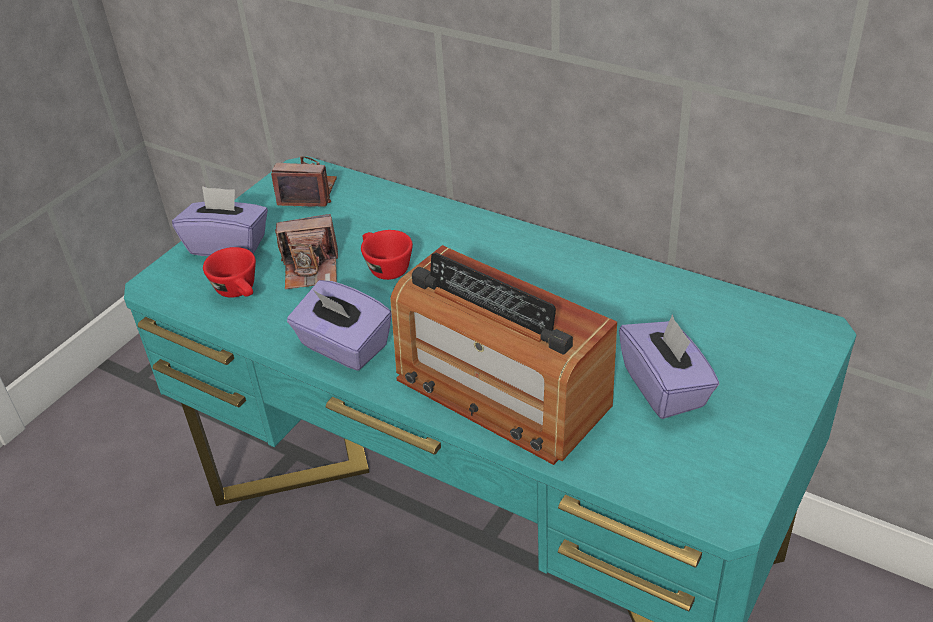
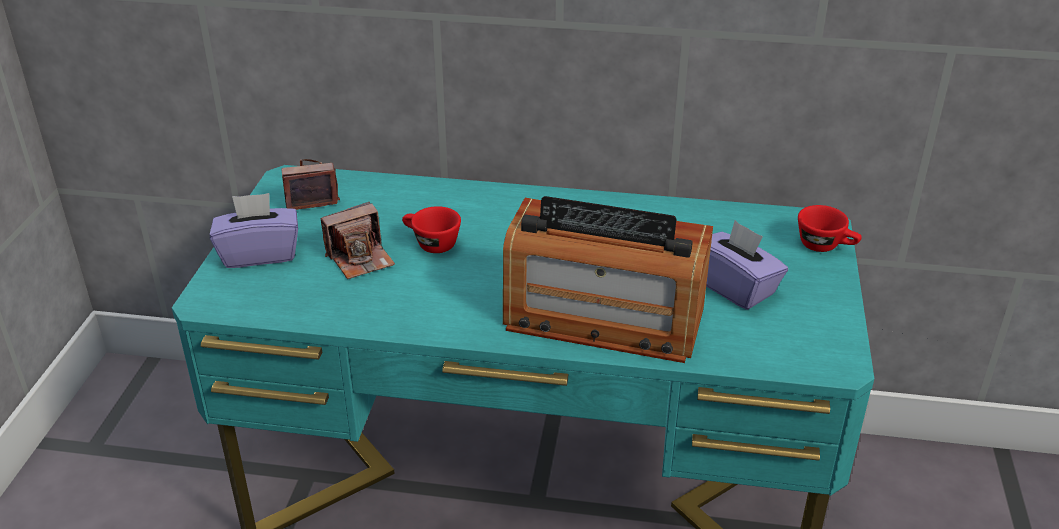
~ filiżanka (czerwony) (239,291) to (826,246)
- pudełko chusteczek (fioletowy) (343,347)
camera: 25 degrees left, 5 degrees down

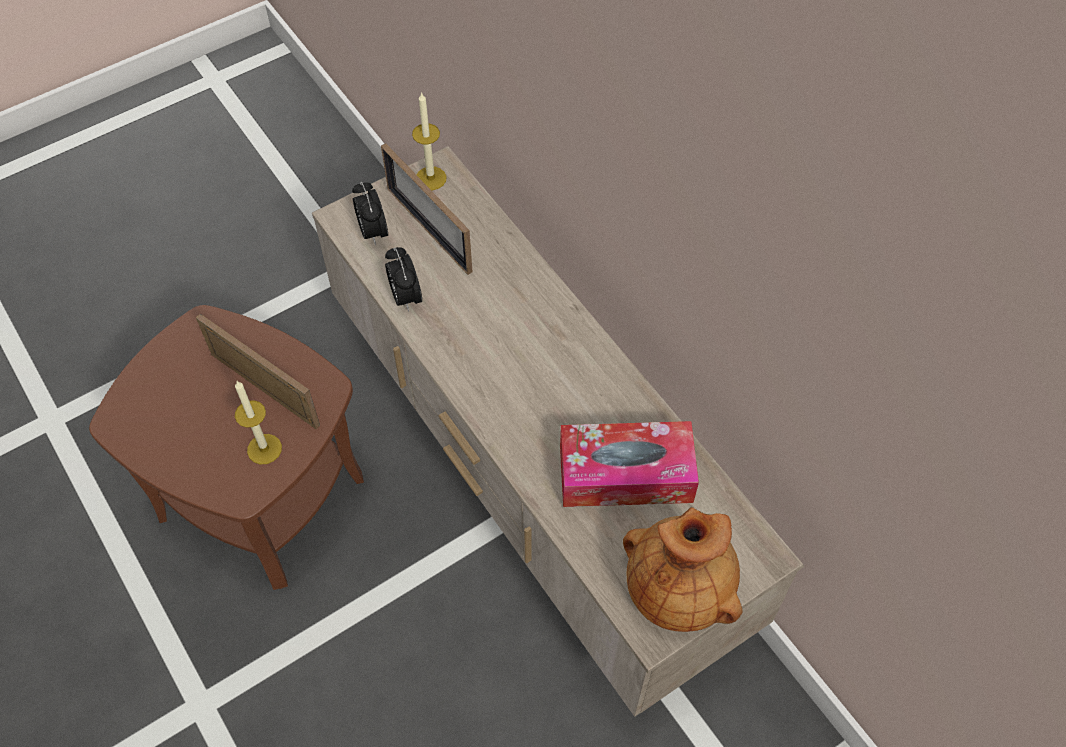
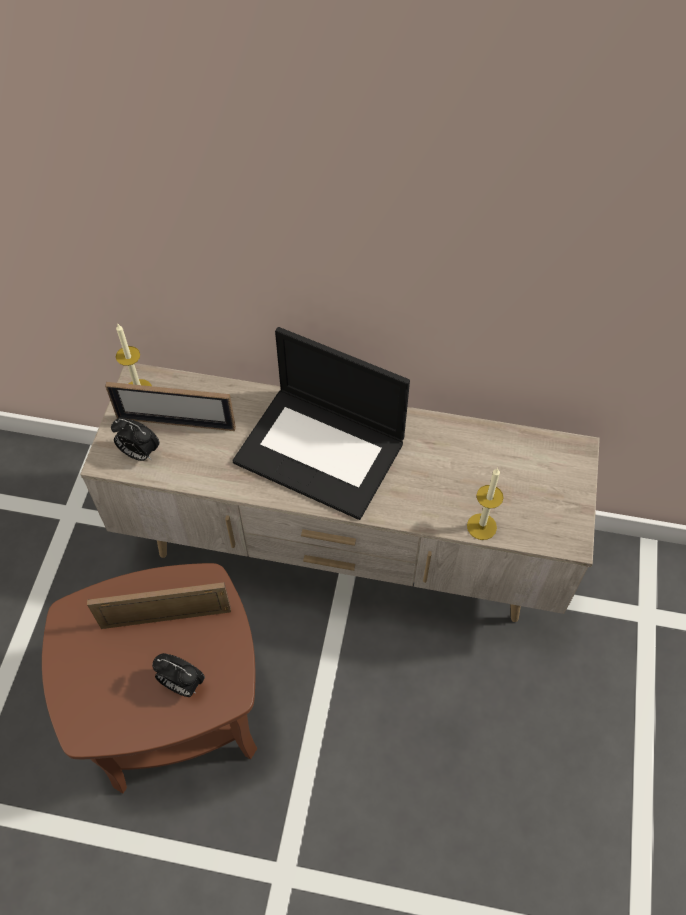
~ budzik (405,297) to (182,684)
~ świeca (264,449) to (481,526)
- pudełko chusteczek (625,474)
- wazon (brązowy) (678,590)
+ laptop (322,451)
camera: 45 degrees left, 0 degrees up

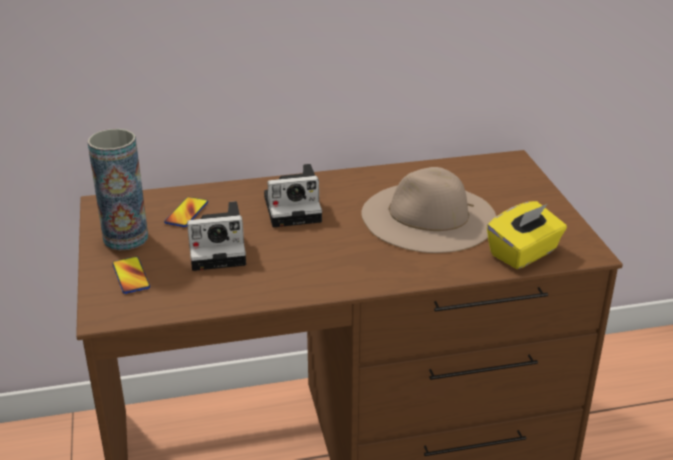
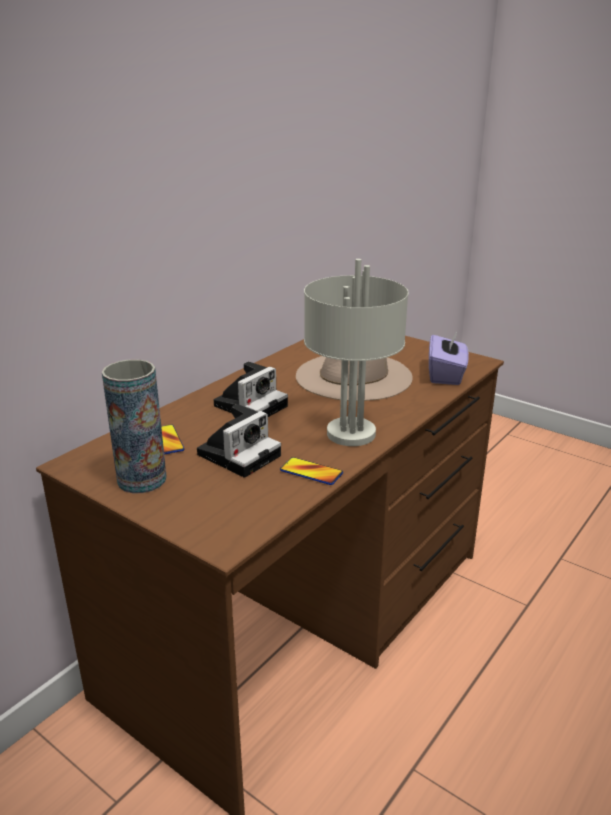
~ pudełko chusteczek (żółty) (524,253) to pudełko chusteczek (fioletowy) (446,375)
~ telefon (131,276) to (311,472)
+ lampa stołowa (szary) (349,433)
camera: 40 degrees left, 5 degrees down

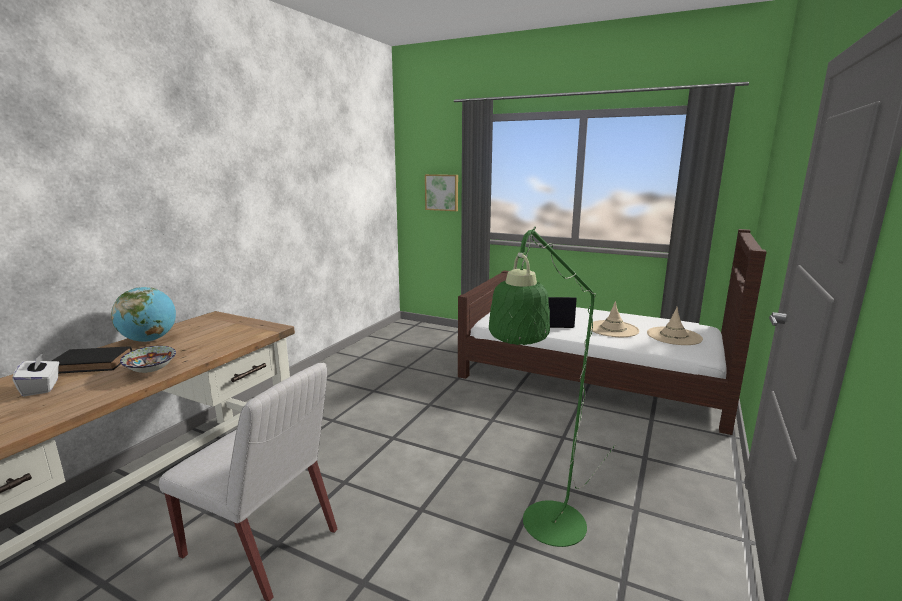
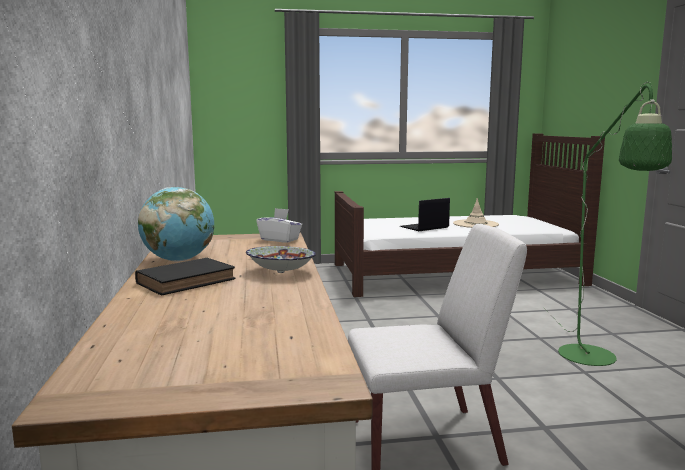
- obraz (442,192)
- kapelusz (beżowy) (674,336)
~ pudełko chusteczek (biały) (42,387) to (280,239)
camera: 35 degrees left, 5 degrees down

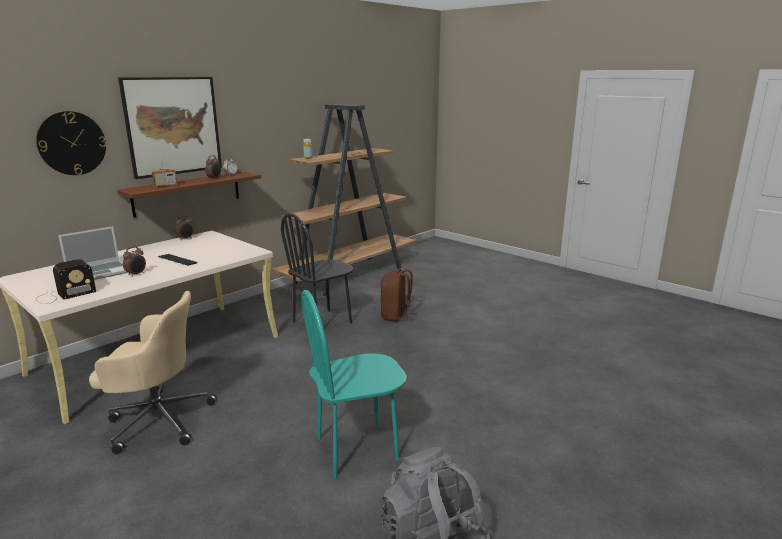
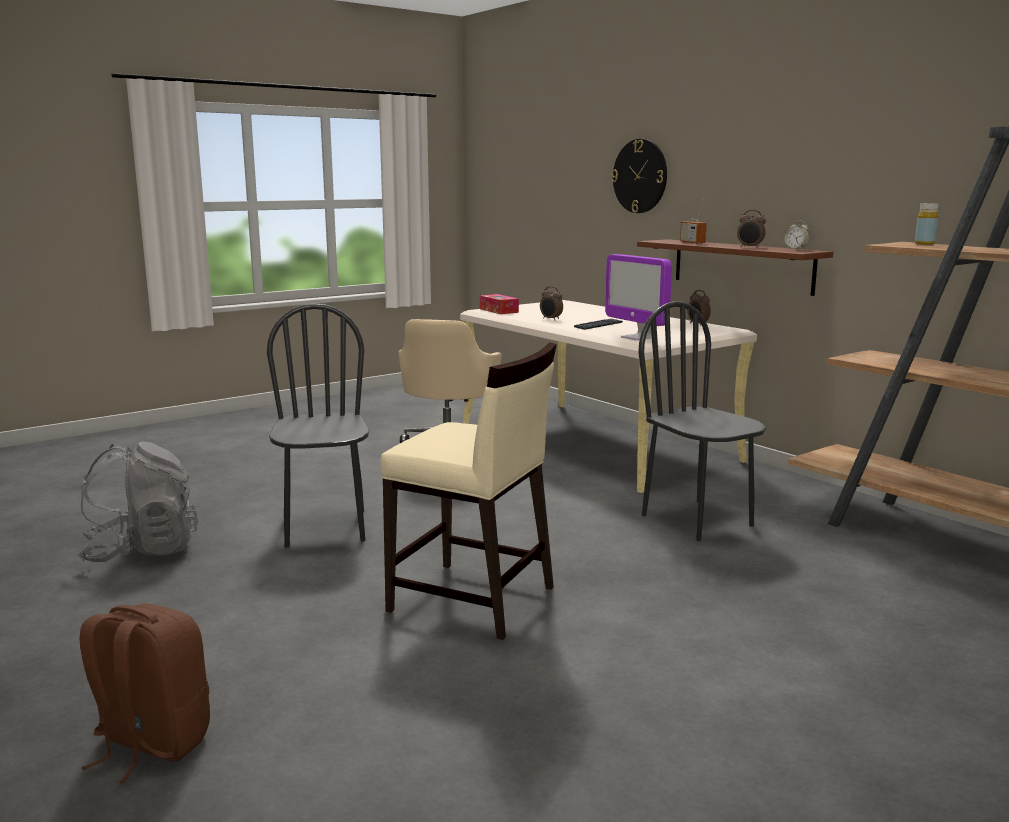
- obraz (173,126)
- laptop (99,272)
~ radio (64,295) to pudełko chusteczek (499,310)
~ plecak (brązowy) (396,316) to (150,744)
~ krzesło (turkusowy) (357,449) to krzesło (czarny) (325,528)
+ monitor (637,337)
+ krzesło (beżowy) (473,600)
camera: 100 degrees right, 5 degrees down

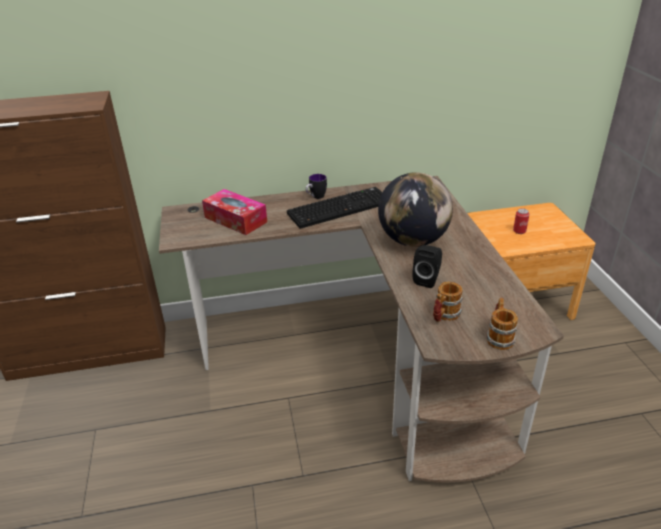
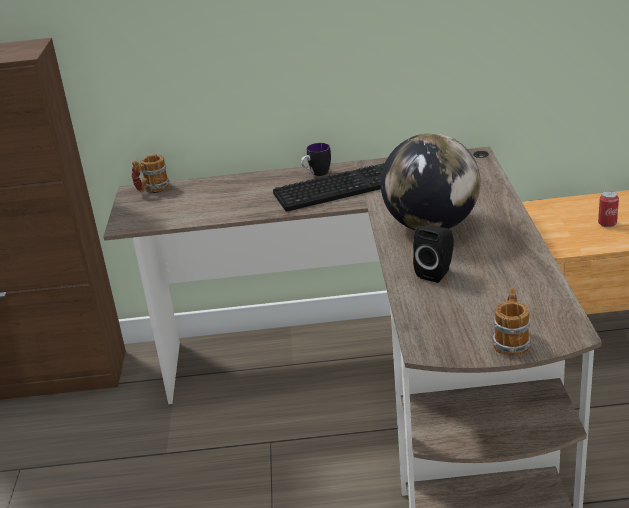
- pudełko chusteczek (235,220)
~ kubek (444,316) to (152,188)
camera: 10 degrees right, 5 degrees down

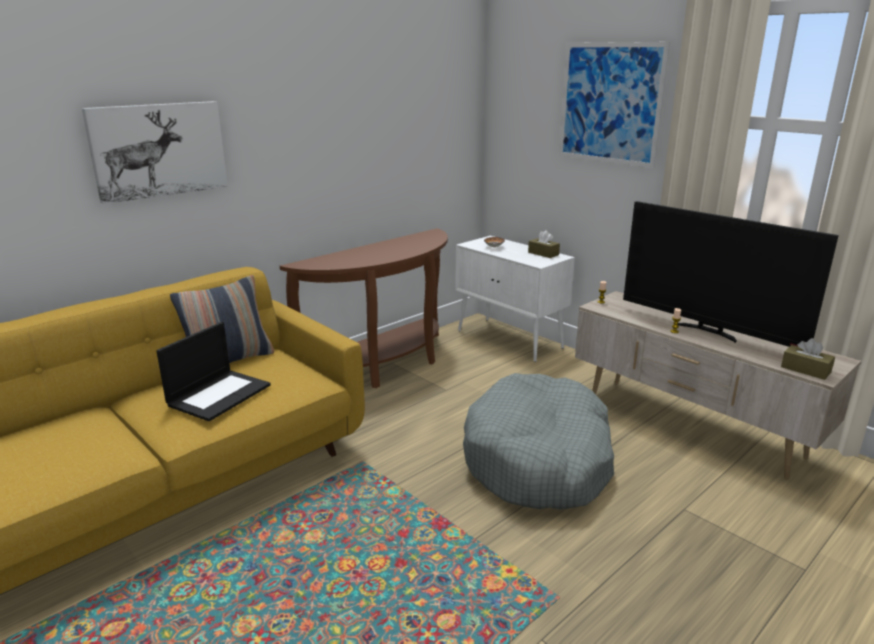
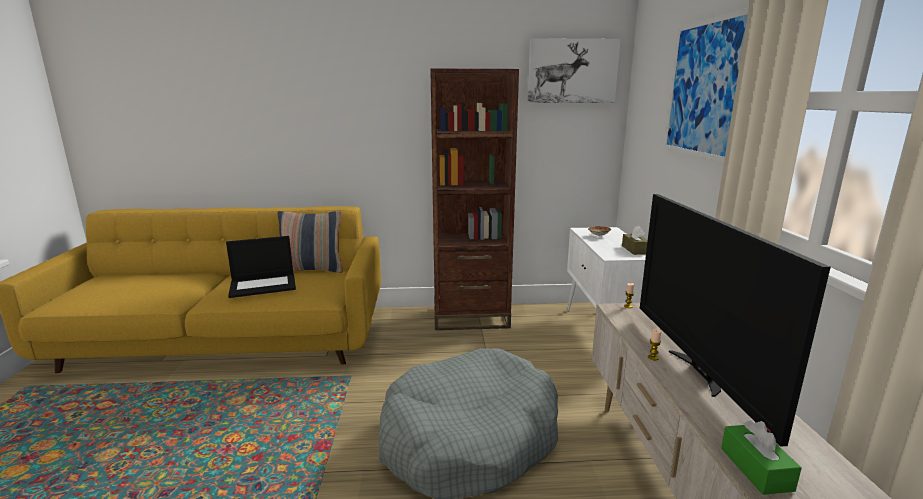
~ obraz (158,150) to (572,71)
~ stolik konsolowy (brązowy) (386,366) to regał (brązowy) (471,318)
~ pudełko chusteczek (brązowy) (805,369) to pudełko chusteczek (zielony) (756,469)
camera: 40 degrees right, 5 degrees down

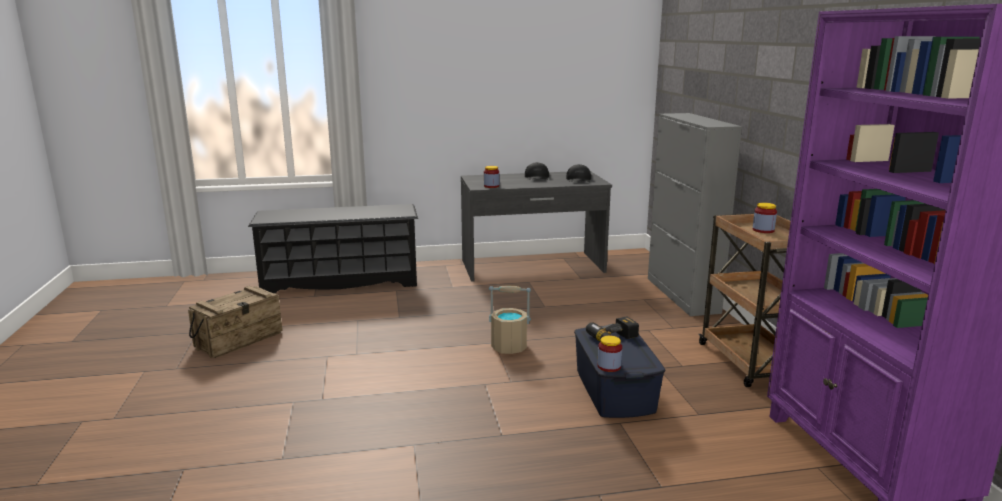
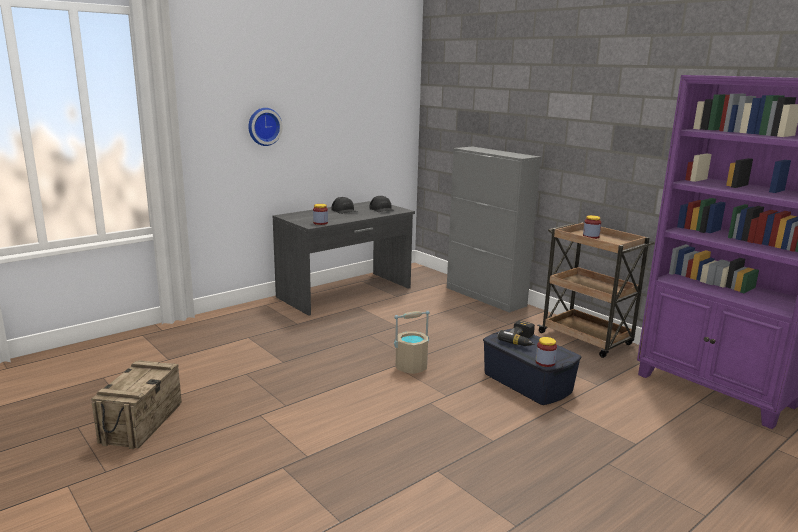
- regał na buty (czarny) (341,282)
+ zegar ścienny (264,126)
camera: 30 degrees left, 0 degrees up

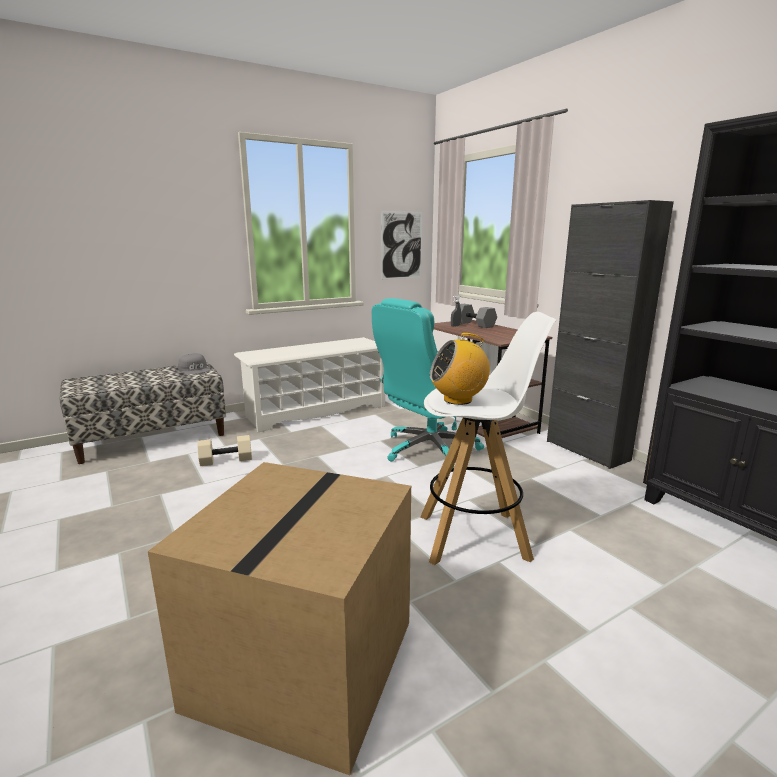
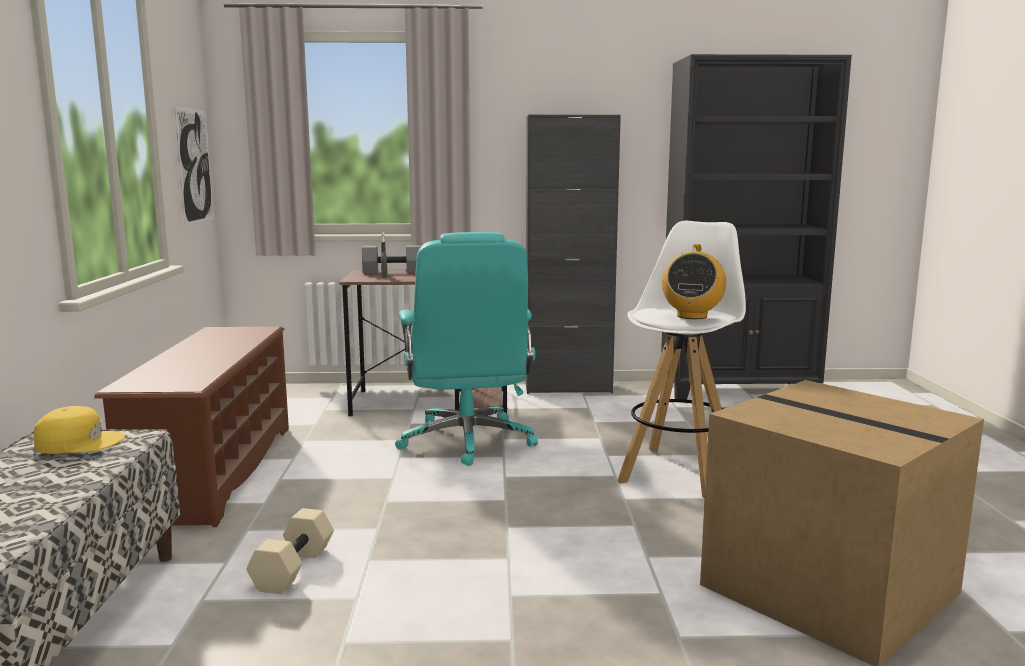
~ regał na buty (biały) (316,411) to regał na buty (brązowy) (214,471)
~ czapka z daszkiem (szary) (195,369) to czapka z daszkiem (żółty) (79,442)
camera: 60 degrees left, 5 degrees down

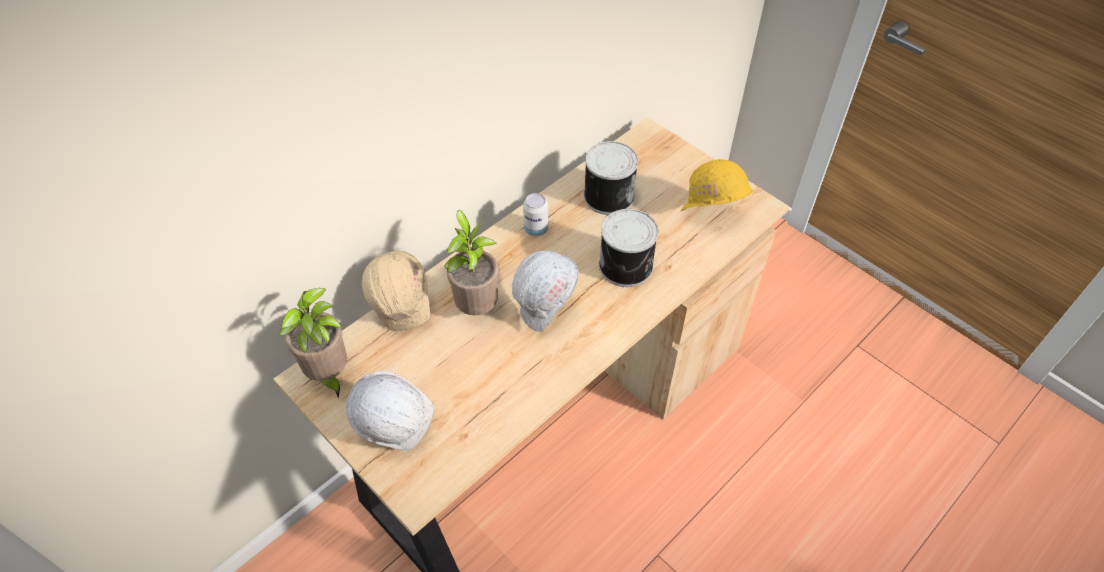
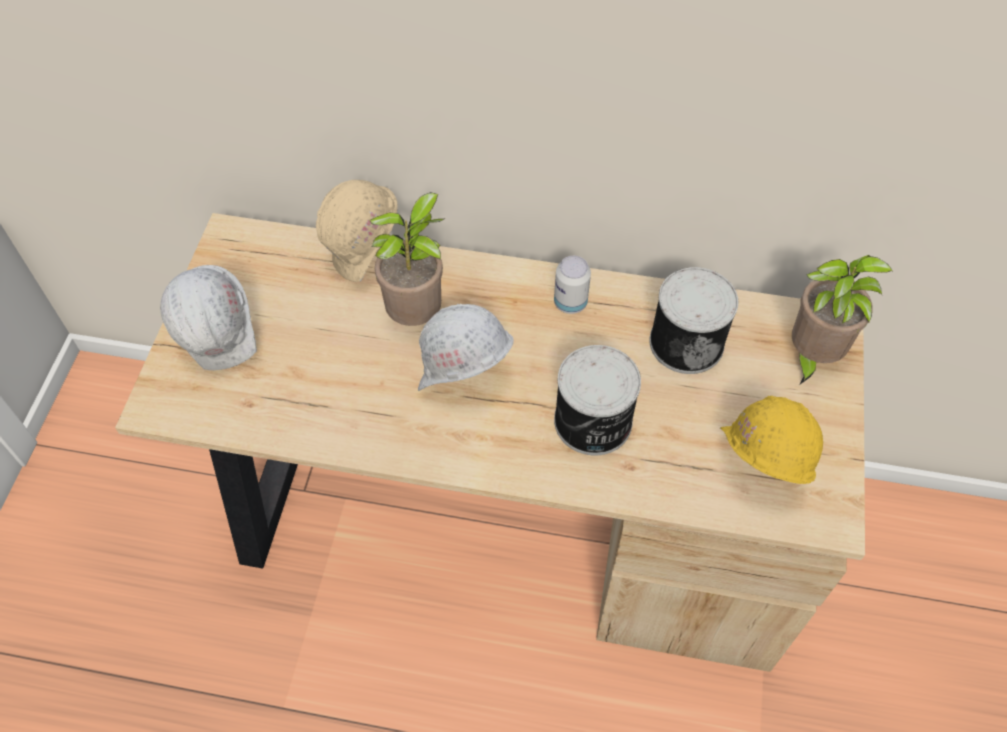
~ roślina doniczkowa (328,375) to (811,356)
camera: 55 degrees right, 5 degrees up

